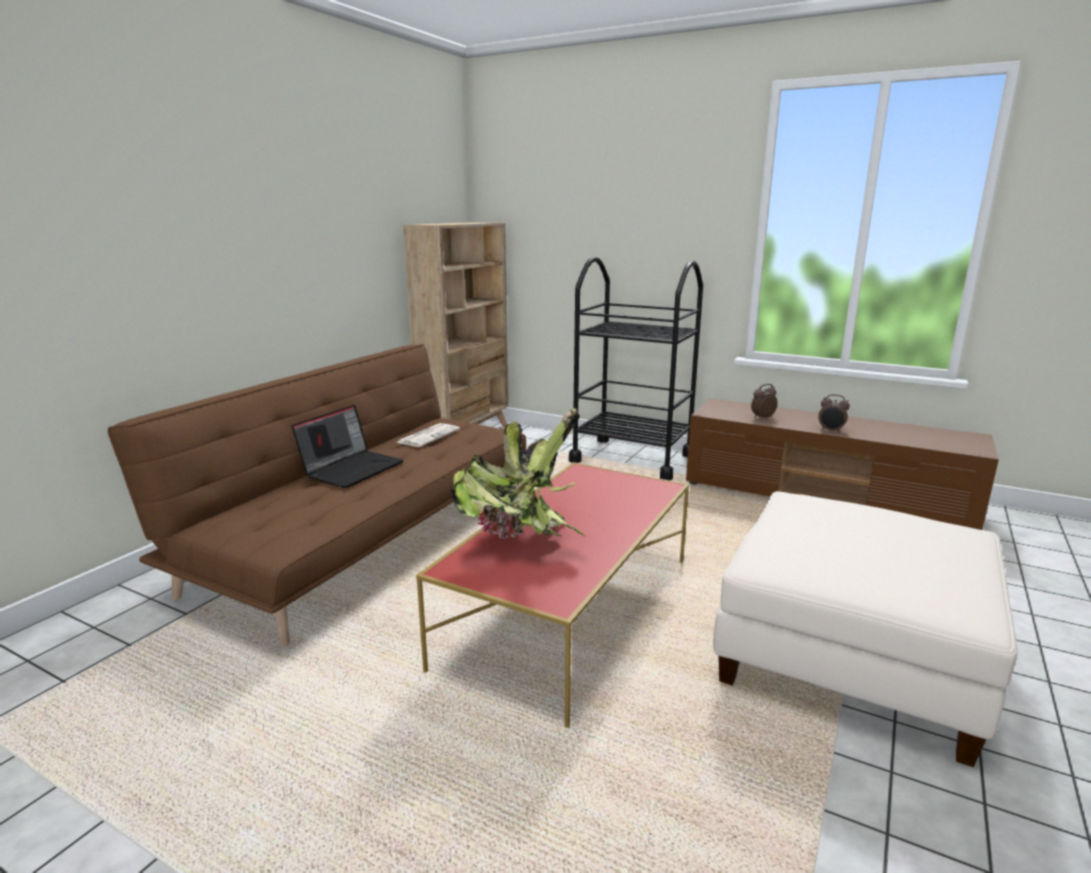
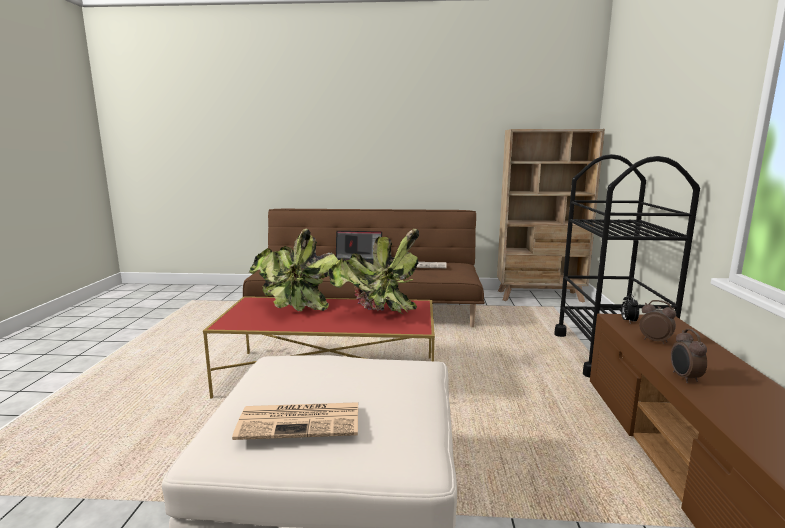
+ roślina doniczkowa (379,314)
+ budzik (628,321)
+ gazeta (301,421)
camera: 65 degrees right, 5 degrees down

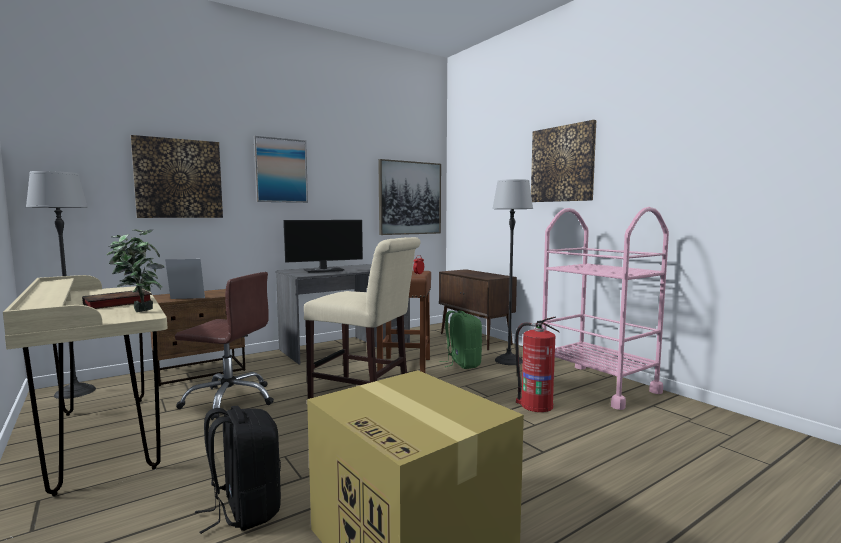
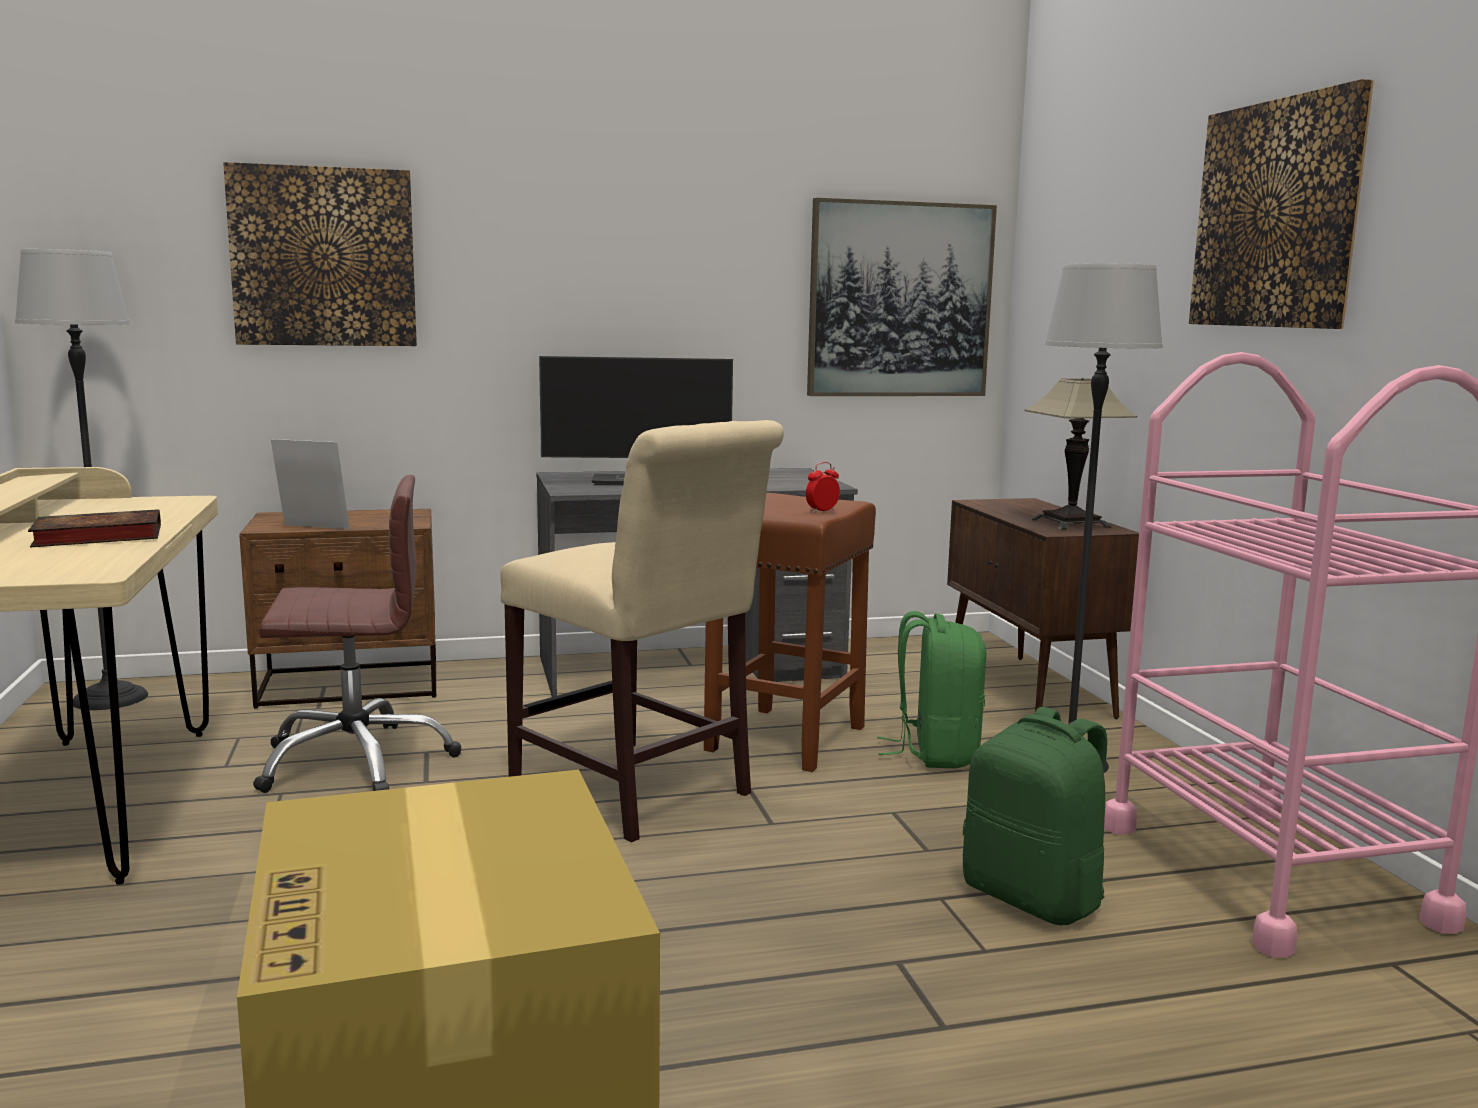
- obraz (281,170)
- roślina doniczkowa (138,311)
~ krzesło biurowe (brązowy) (230,400) = (356,761) 45 degrees counterclockwise
~ gaśnica (535,405) to plecak (zielony) (1034,898)
- plecak (czarny) (244,510)
+ lampa stołowa (1071,523)
camera: 20 degrees right, 5 degrees up

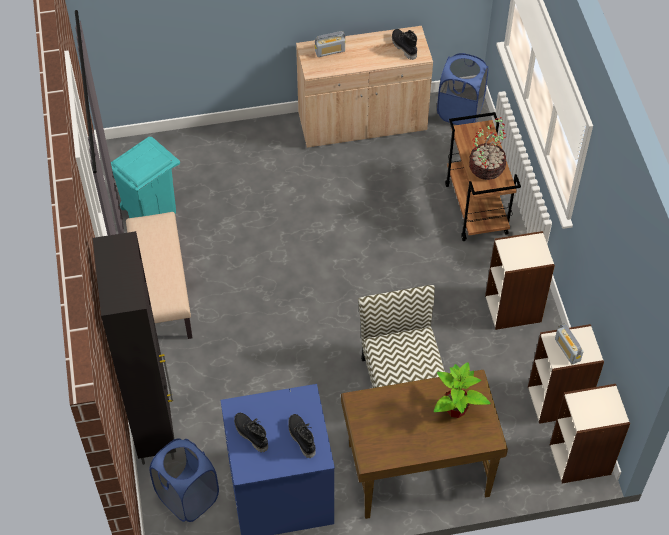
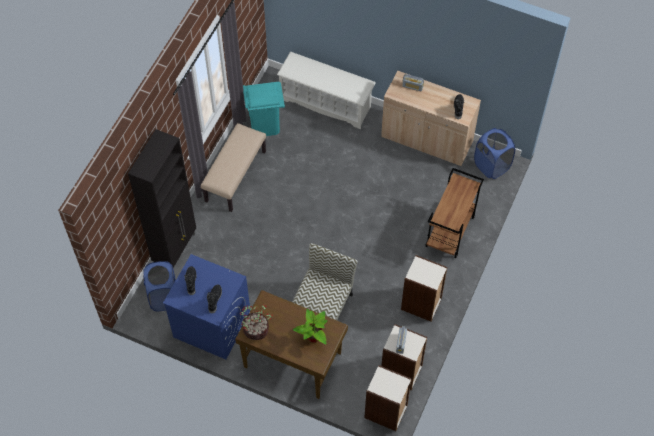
~ roślina doniczkowa (487,167) to (256,329)
+ regał na buty (biały) (326,103)
camera: 35 degrees right, 5 degrees up

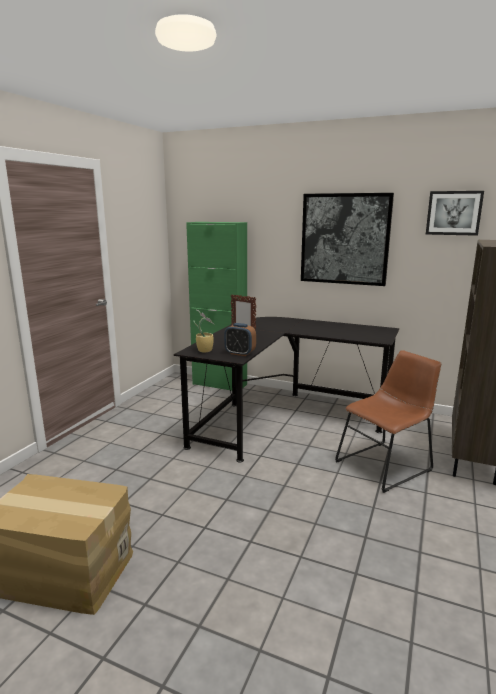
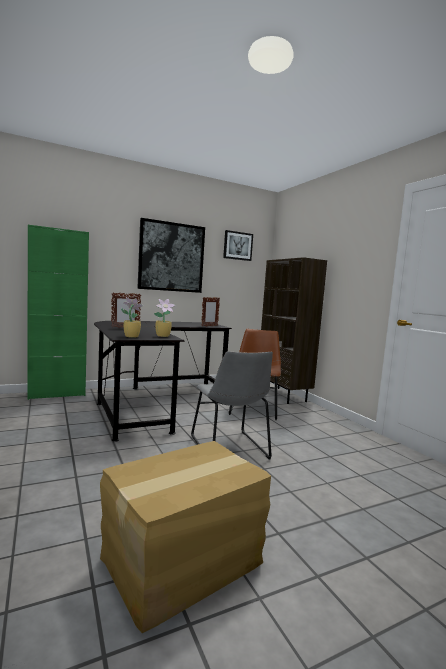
~ budzik (240,353) to roślina doniczkowa (163,336)
+ ramka na zdjęcie (209,326)
+ krzesło (szary) (230,449)
camera: 50 degrees left, 10 degrees down

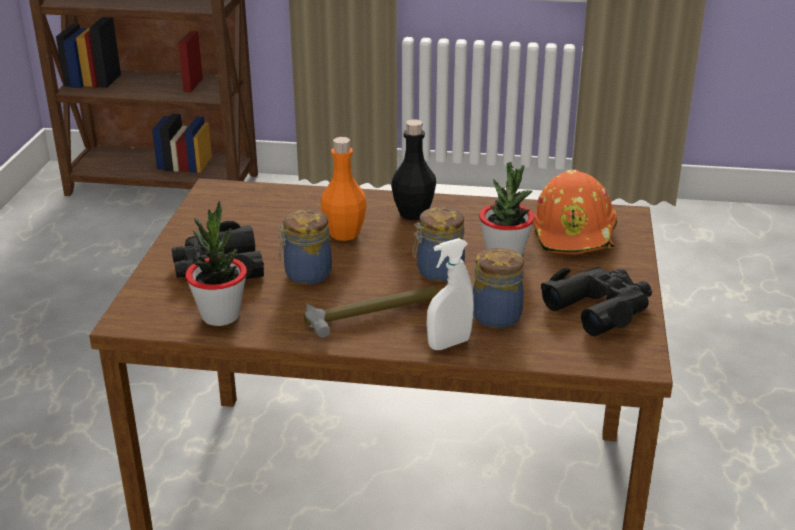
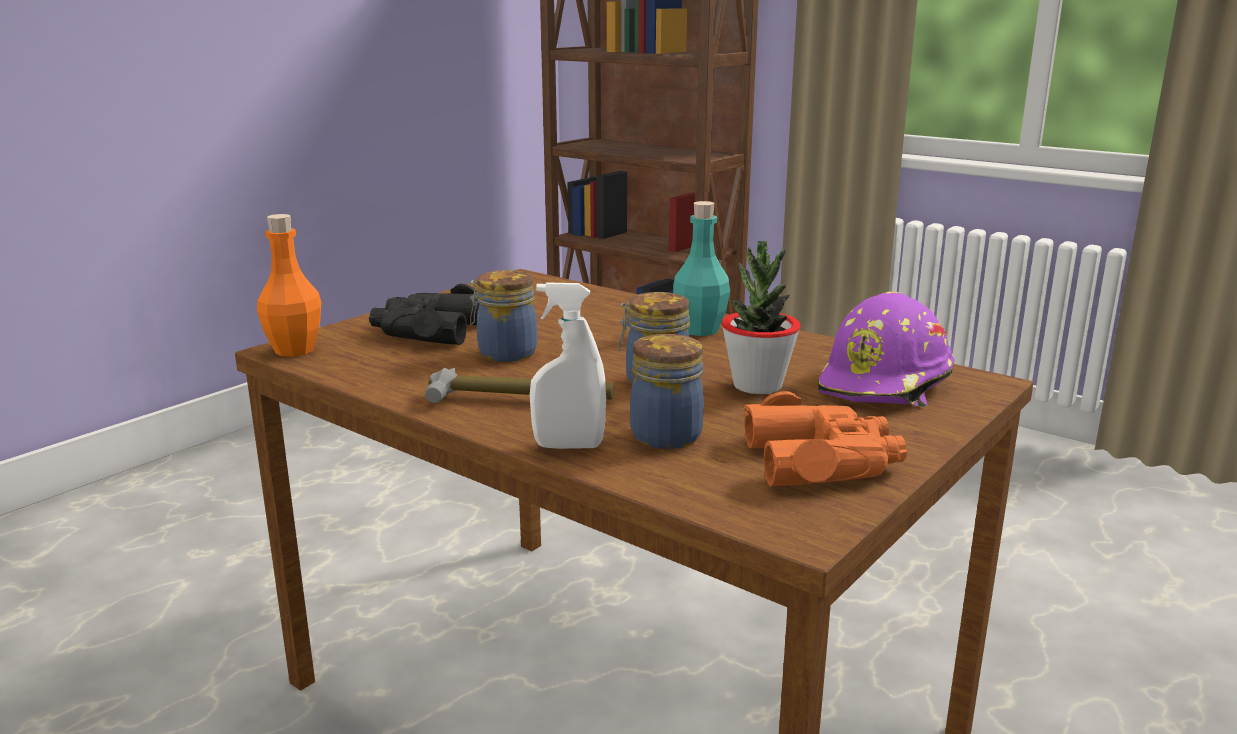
~ butelka (czarny) (413,214) to butelka (turkusowy) (700,330)
~ butelka (pomarańczowy) (344,234) to (295,350)
~ kask (pomarańczowy) (575,233) to kask (fioletowy) (886,384)
- roślina doniczkowa (220,315)
~ lornetka (czarny) (600,308) to lornetka (pomarańczowy) (822,461)
camera: 30 degrees right, 10 degrees down

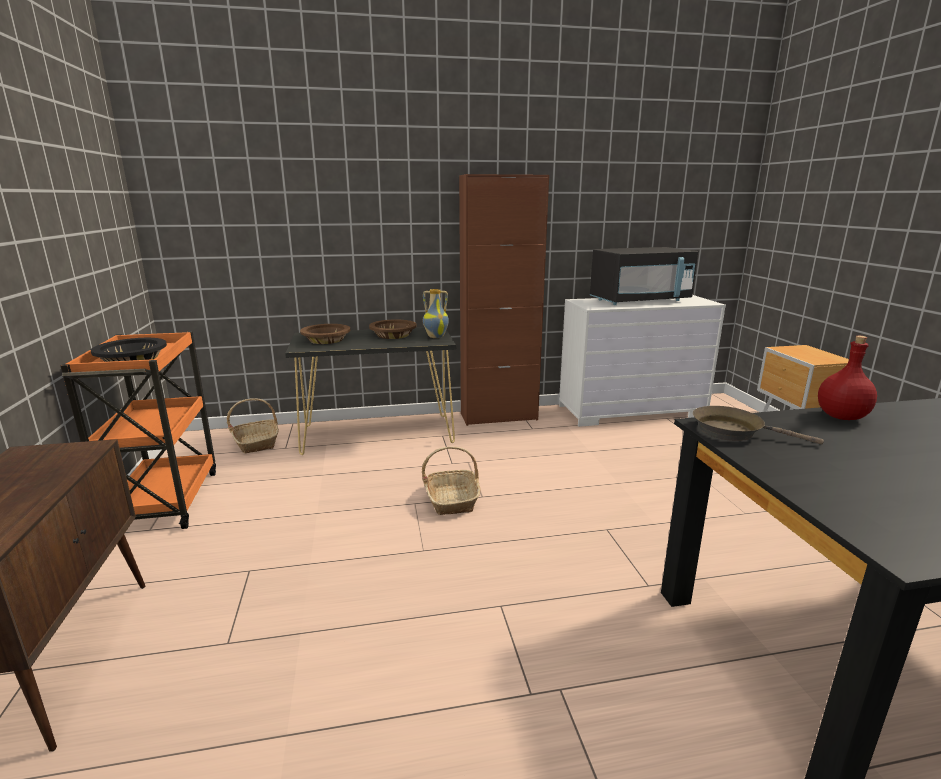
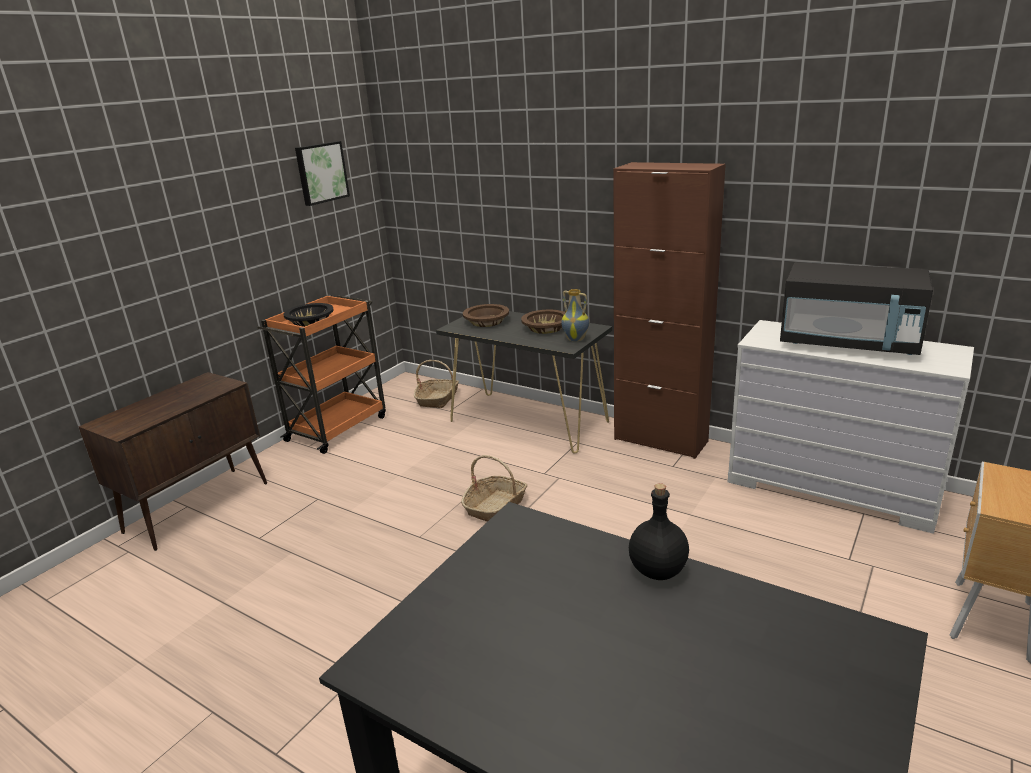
~ butelka (czerwony) (841,417) to butelka (czarny) (657,571)
- patelnia (brązowy) (733,431)
+ obraz (321,172)
camera: 45 degrees right, 5 degrees up

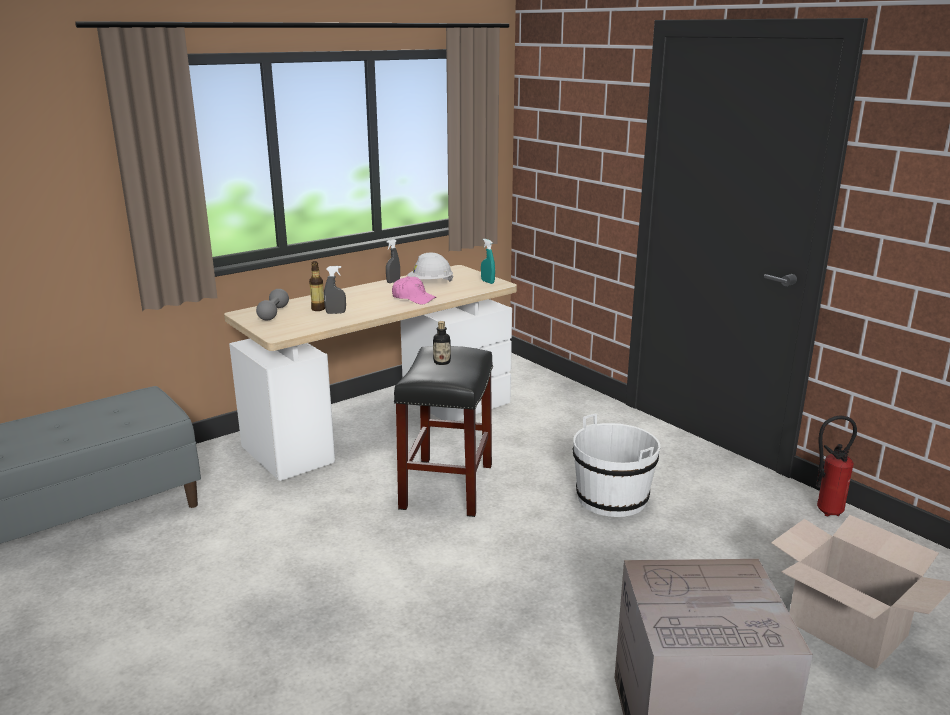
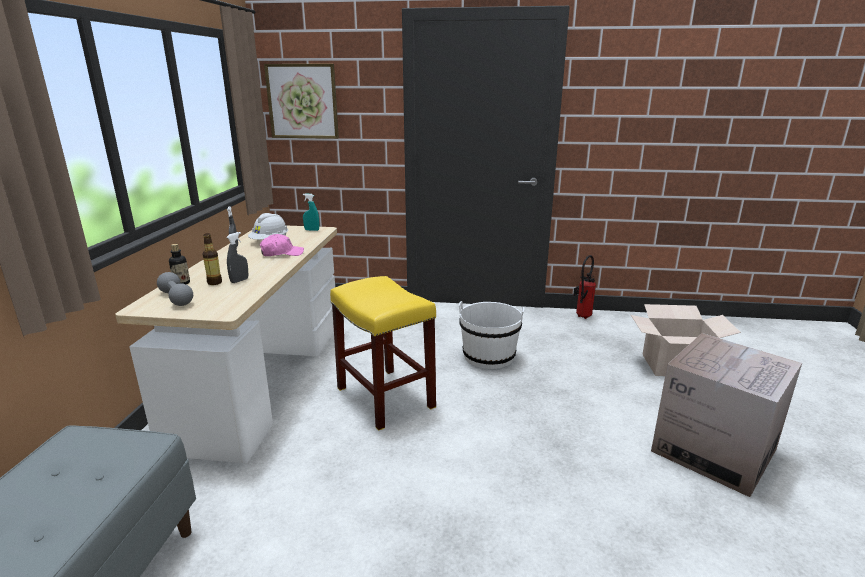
~ butelka (442,362) to (181,283)
~ stołek (czarny) (447,487) to stołek (żółty) (386,398)
+ obraz (302,101)
camera: 45 degrees left, 0 degrees up

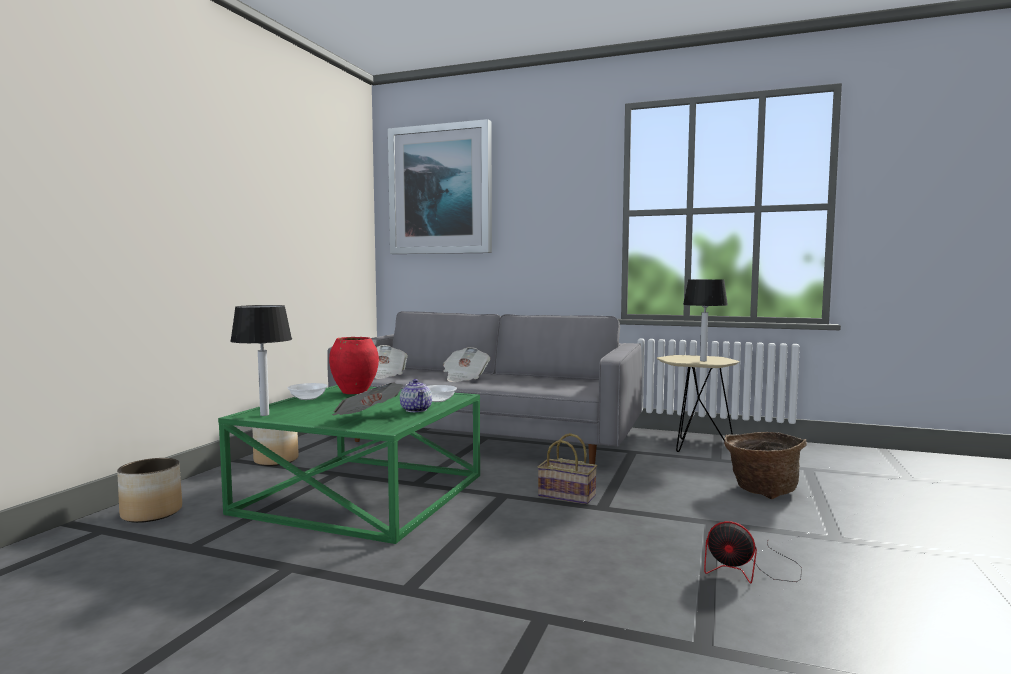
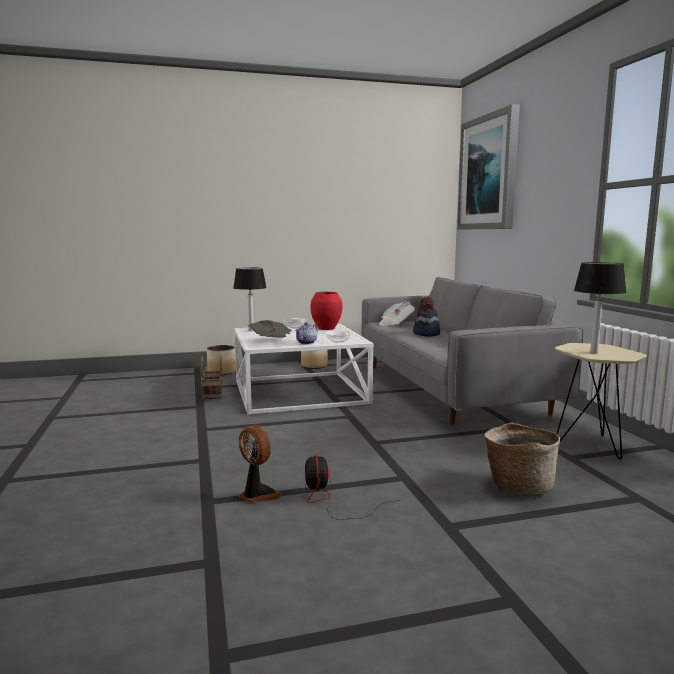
~ gazeta (464,378) to kapelusz (426,334)
~ ława (zielony) (363,493) to ława (biały) (300,391)
~ koszyk (568,495) to (213,394)
+ wentylator (257,495)
camera: 55 degrees right, 5 degrees up

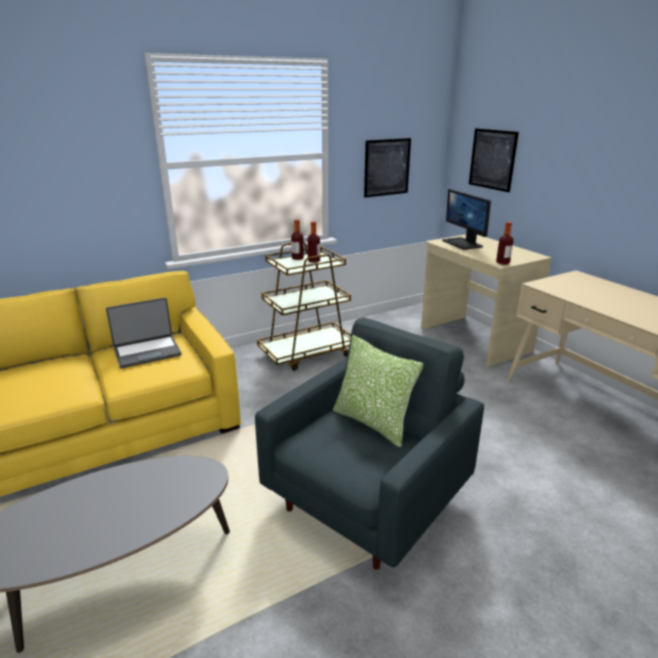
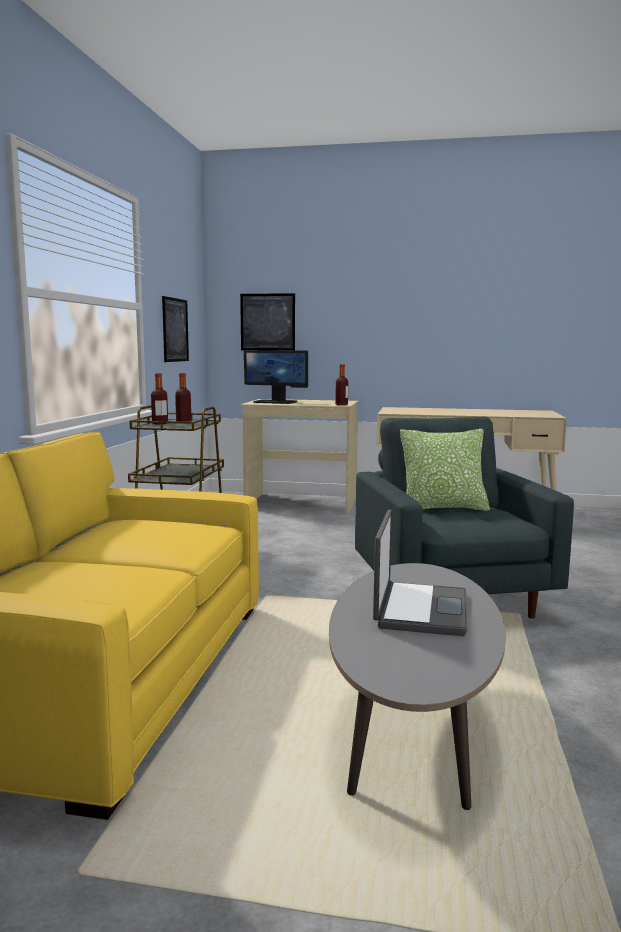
~ laptop (147,352) to (419,610)
camera: 50 degrees left, 15 degrees down

